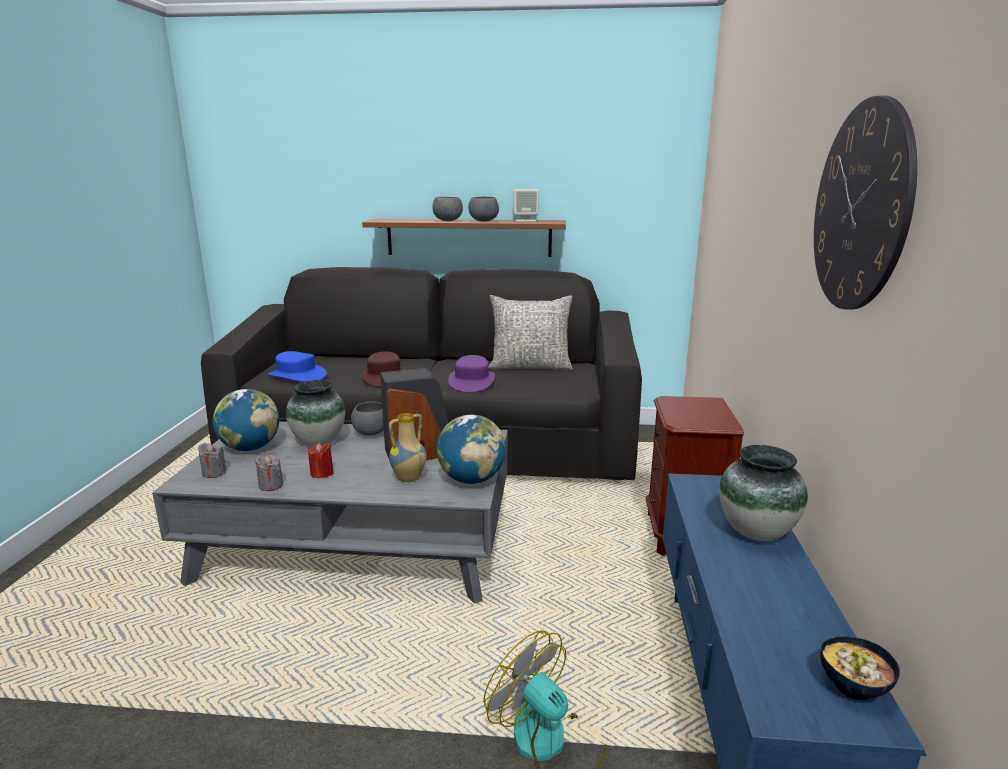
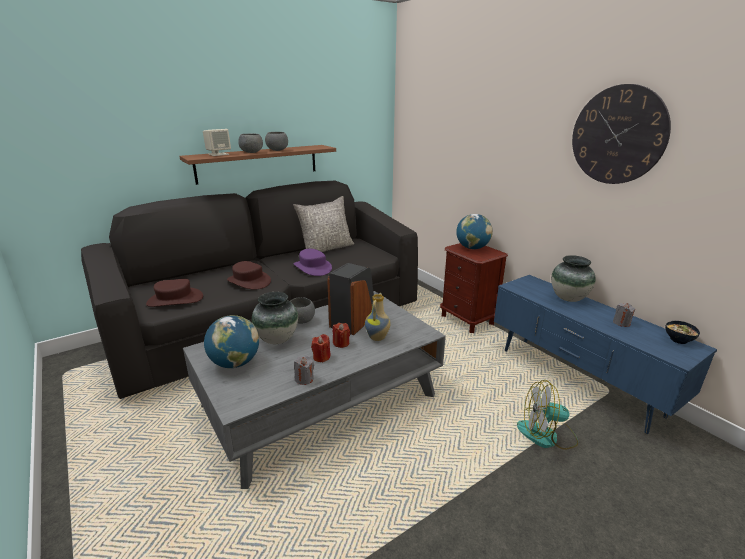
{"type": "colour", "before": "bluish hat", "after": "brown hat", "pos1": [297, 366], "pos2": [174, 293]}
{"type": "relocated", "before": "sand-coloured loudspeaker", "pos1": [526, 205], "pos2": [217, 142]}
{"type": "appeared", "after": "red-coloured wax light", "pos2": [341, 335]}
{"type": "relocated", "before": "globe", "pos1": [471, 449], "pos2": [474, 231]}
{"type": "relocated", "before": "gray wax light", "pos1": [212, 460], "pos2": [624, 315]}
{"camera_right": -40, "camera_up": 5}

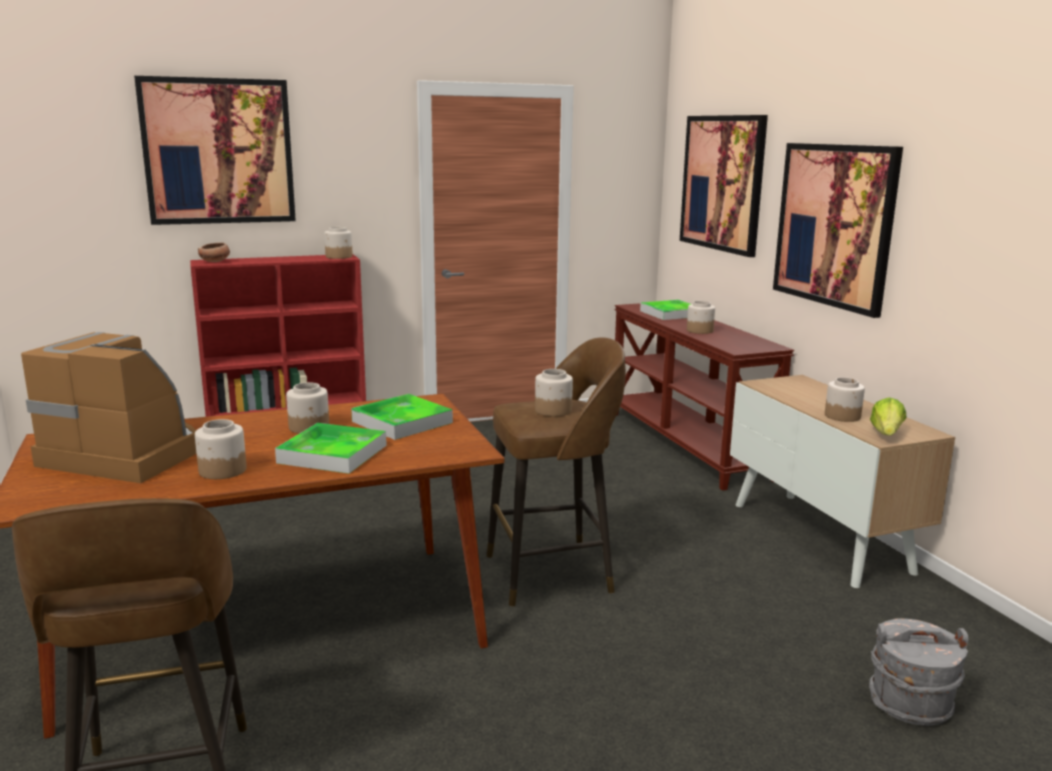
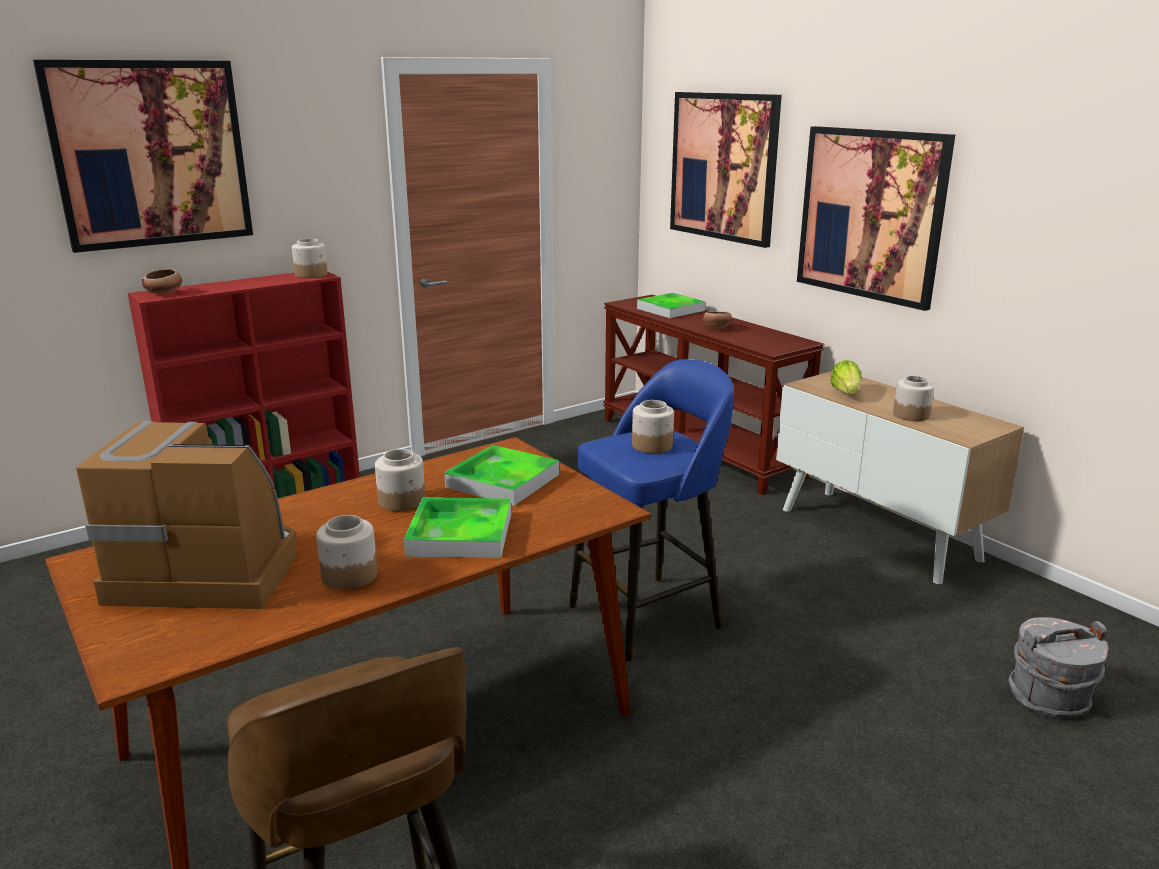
{"type": "colour", "before": "brown stool seat", "after": "bluish stool seat", "pos1": [556, 472], "pos2": [651, 510]}
{"type": "exchanged", "before": "jar", "after": "deep dish", "pos1": [701, 317], "pos2": [717, 320]}
{"type": "relocated", "before": "lettuce head", "pos1": [888, 416], "pos2": [845, 377]}
{"camera_right": -15, "camera_up": 5}

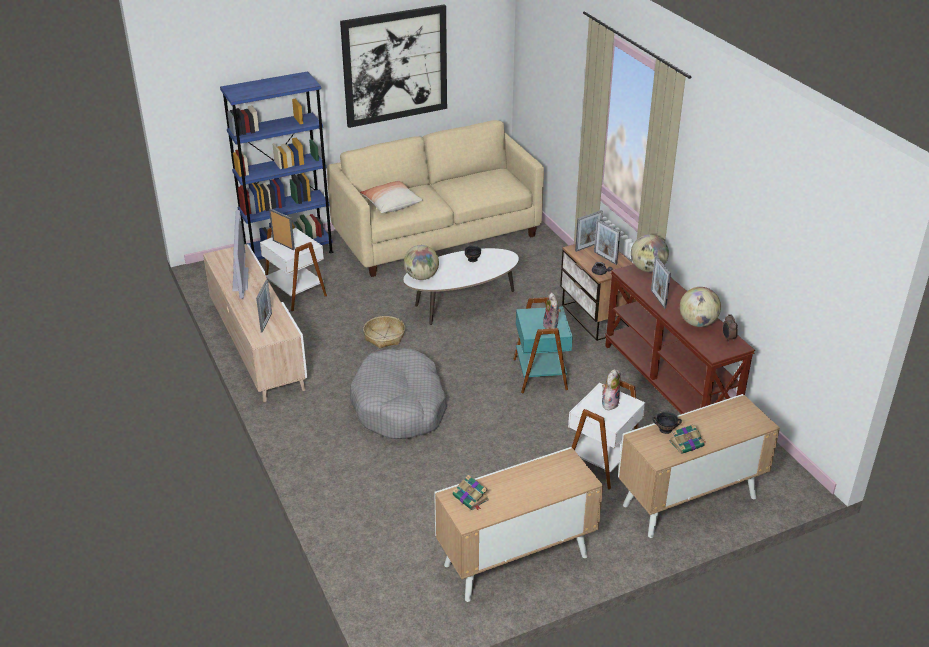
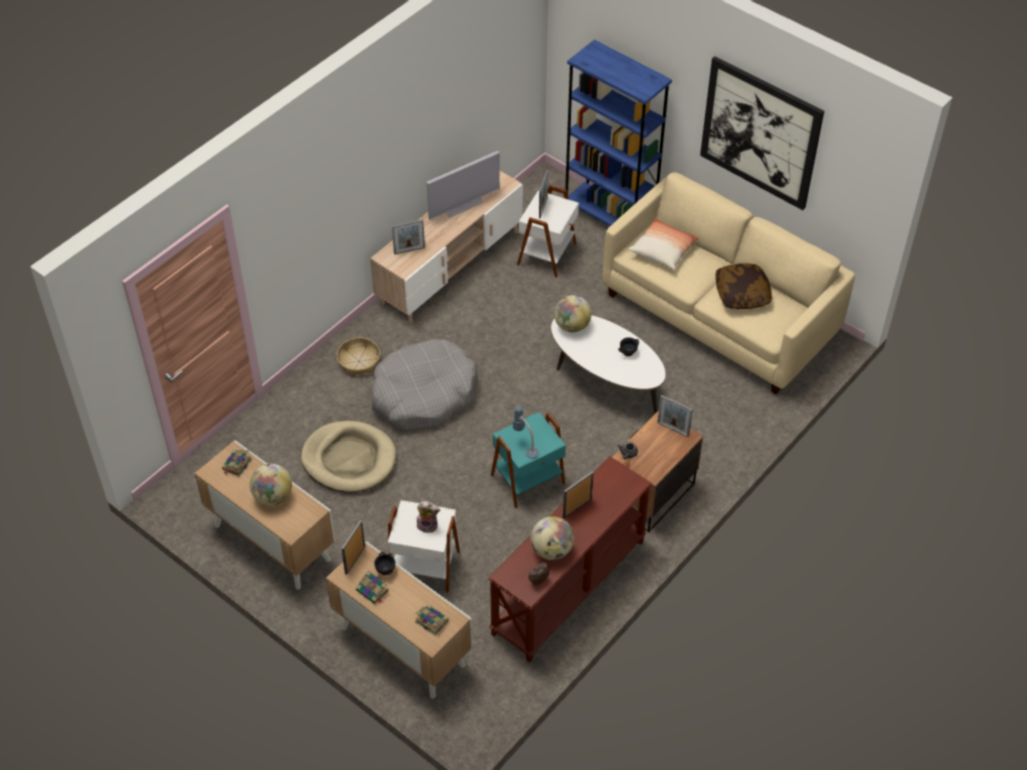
{"type": "relocated", "before": "globe", "pos1": [650, 253], "pos2": [271, 485]}
{"type": "appeared", "after": "sand-coloured dog bed", "pos2": [348, 457]}
{"type": "relocated", "before": "basket", "pos1": [384, 332], "pos2": [358, 357]}
{"type": "relocated", "before": "photo frame", "pos1": [607, 242], "pos2": [353, 547]}
{"type": "appeared", "after": "volume", "pos2": [432, 620]}
{"type": "exchanged", "before": "cuddly toy", "after": "table lamp", "pos1": [552, 311], "pos2": [526, 432]}
{"type": "appeared", "after": "pillow", "pos2": [743, 286]}
{"camera_right": 65, "camera_up": 15}

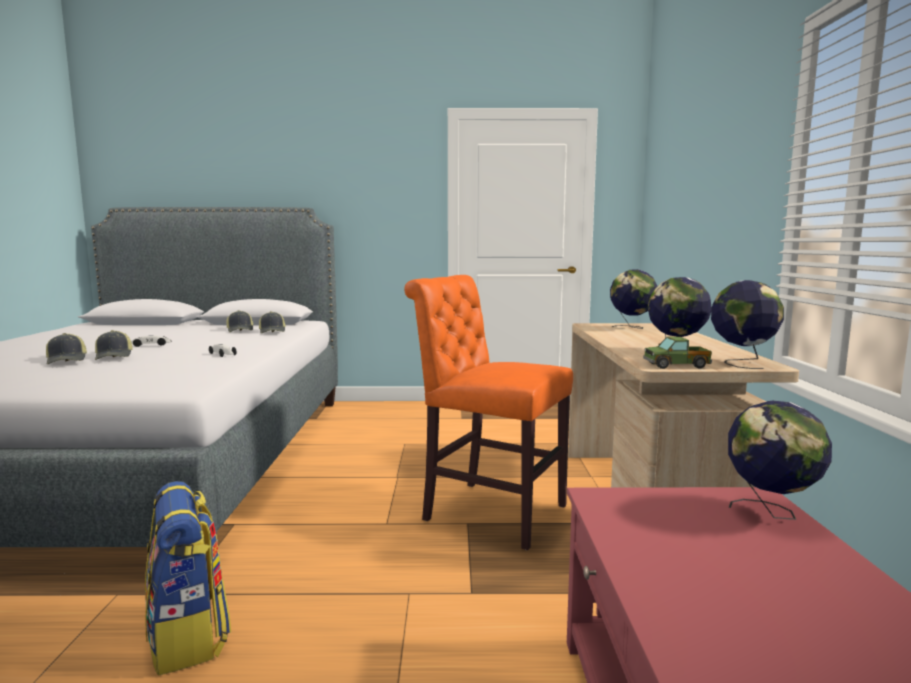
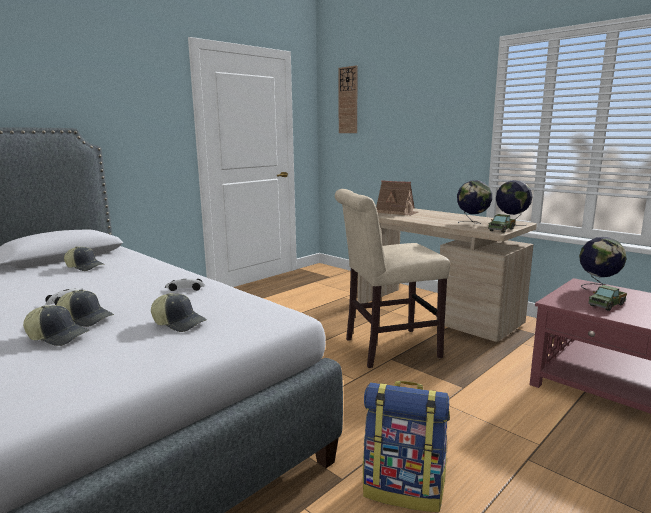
{"type": "relocated", "before": "peaked cap", "pos1": [272, 322], "pos2": [179, 312]}
{"type": "colour", "before": "orange-coloured plain chair", "after": "sand-coloured plain chair", "pos1": [488, 412], "pos2": [392, 278]}
{"type": "appeared", "after": "wall clock", "pos2": [348, 99]}
{"type": "exchanged", "before": "globe", "after": "toy house", "pos1": [633, 299], "pos2": [397, 198]}
{"type": "appeared", "after": "toy lorry", "pos2": [607, 298]}
{"camera_right": -45, "camera_up": 5}

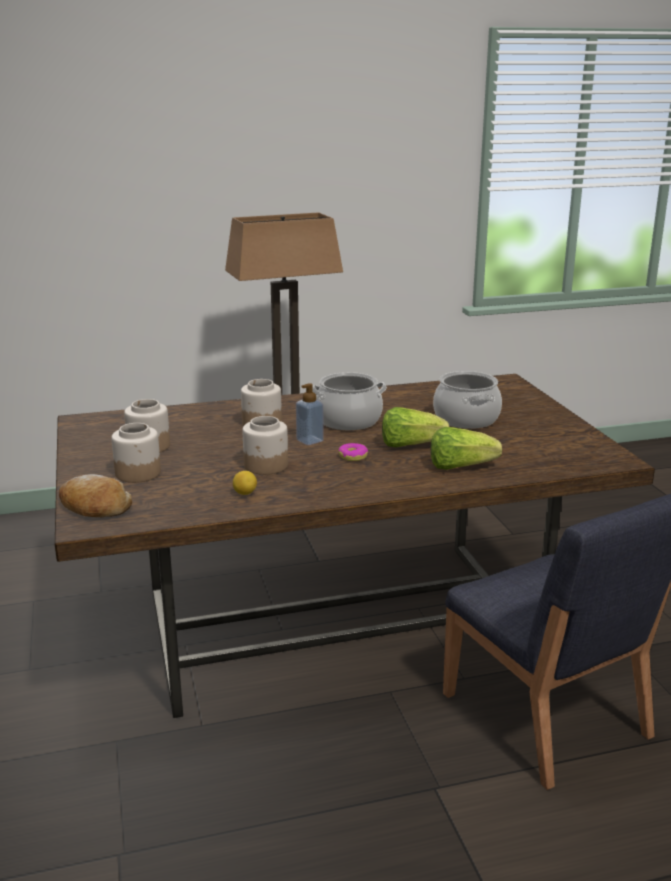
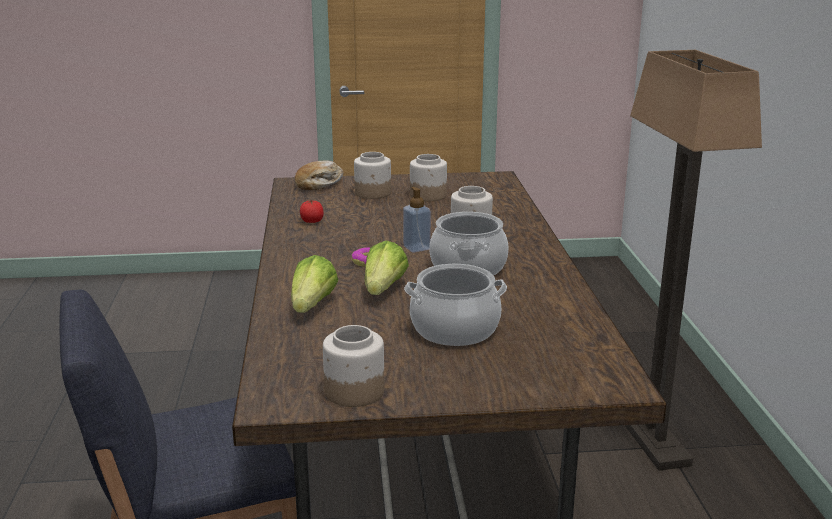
{"type": "exchanged", "before": "citrus fruit", "after": "fresh tomato", "pos1": [245, 483], "pos2": [312, 211]}
{"type": "relocated", "before": "jar", "pos1": [265, 445], "pos2": [353, 366]}
{"camera_right": 100, "camera_up": 0}

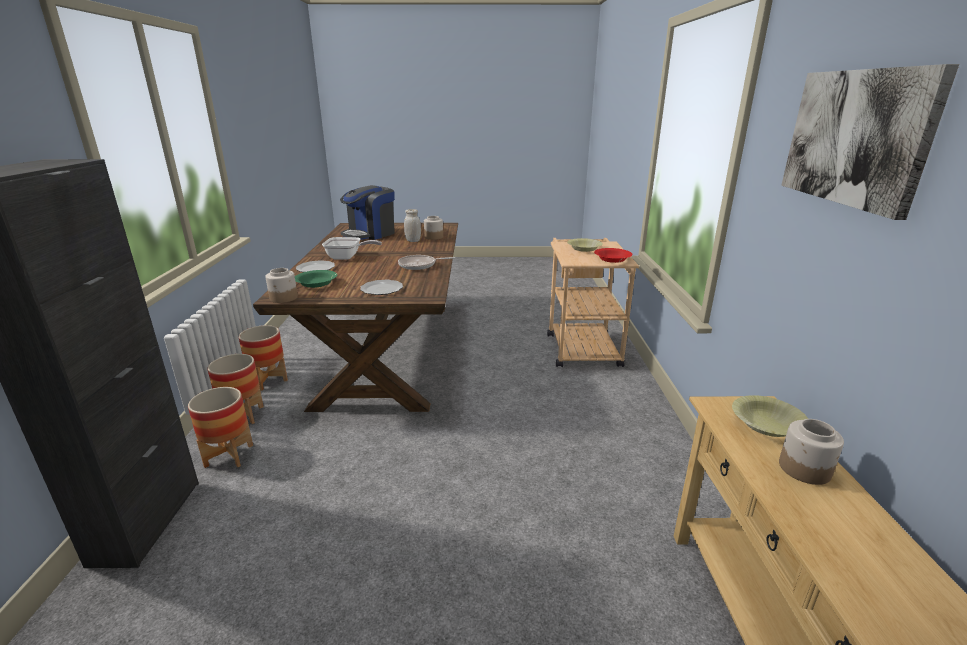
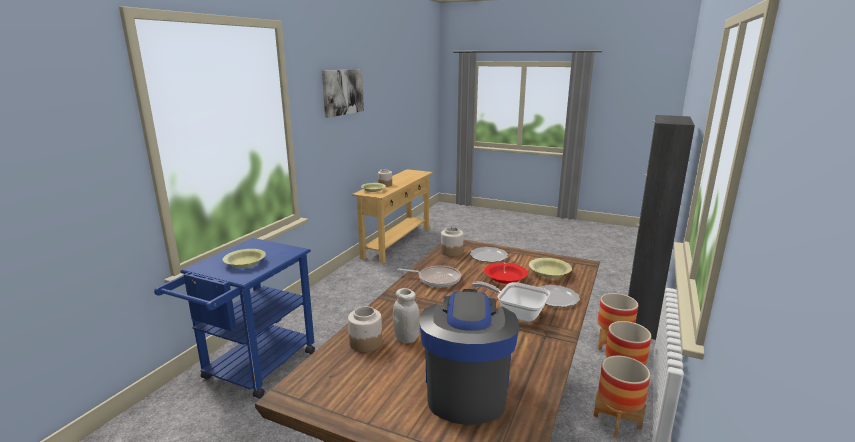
{"type": "colour", "before": "sand-coloured cart", "after": "bluish cart", "pos1": [593, 302], "pos2": [234, 318]}
{"type": "spun", "before": "coffee maker", "pos1": [367, 212], "pos2": [469, 357], "turn": -60}
{"type": "relocated", "before": "jar", "pos1": [281, 285], "pos2": [452, 242]}
{"type": "relocated", "before": "red-coloured deep dish", "pos1": [613, 255], "pos2": [506, 273]}
{"type": "colour", "before": "green deep dish", "after": "yellow-coloured deep dish", "pos1": [316, 279], "pos2": [550, 268]}
{"camera_right": -155, "camera_up": -5}

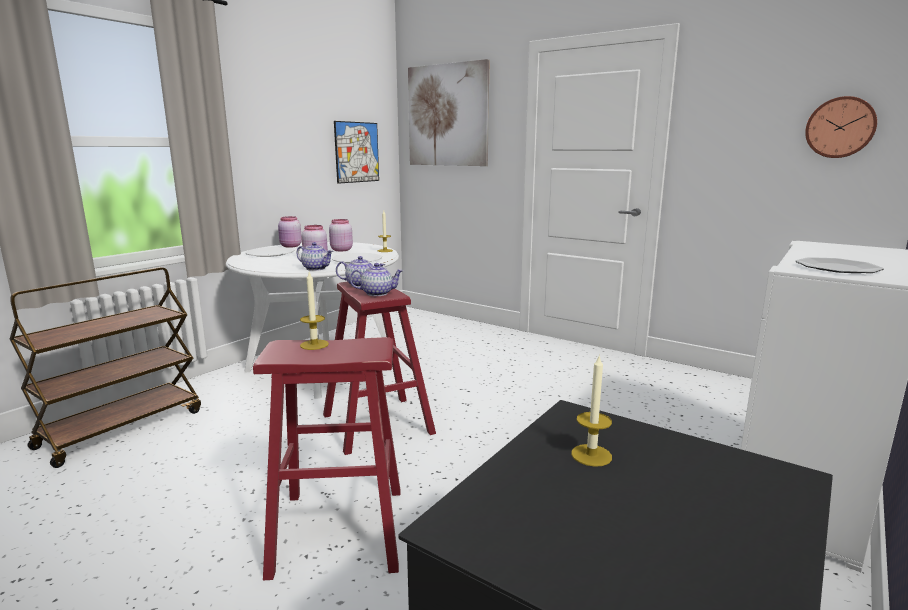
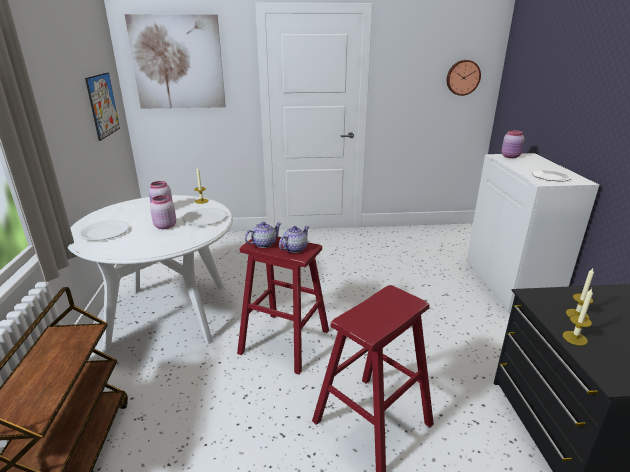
{"type": "relocated", "before": "pink jar", "pos1": [290, 232], "pos2": [513, 144]}
{"type": "relocated", "before": "wax light", "pos1": [314, 311], "pos2": [578, 317]}
{"type": "missing", "before": "teapot", "pos1": [314, 256]}
{"camera_right": -40, "camera_up": 10}

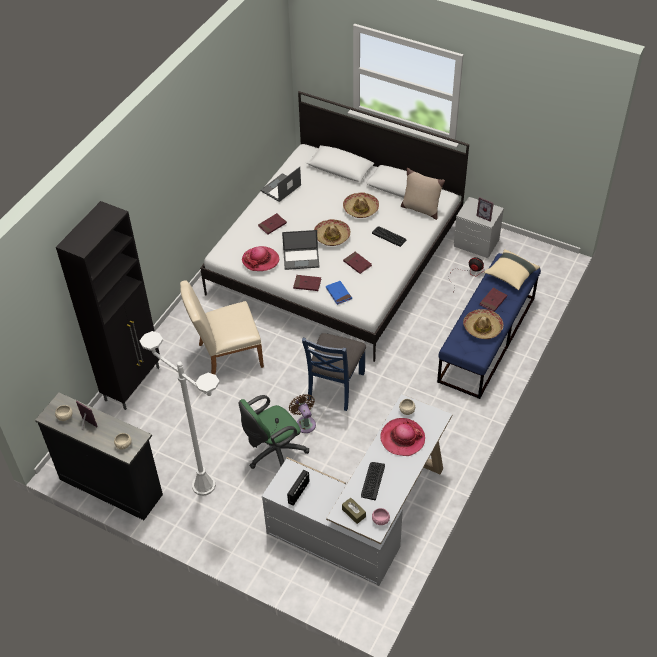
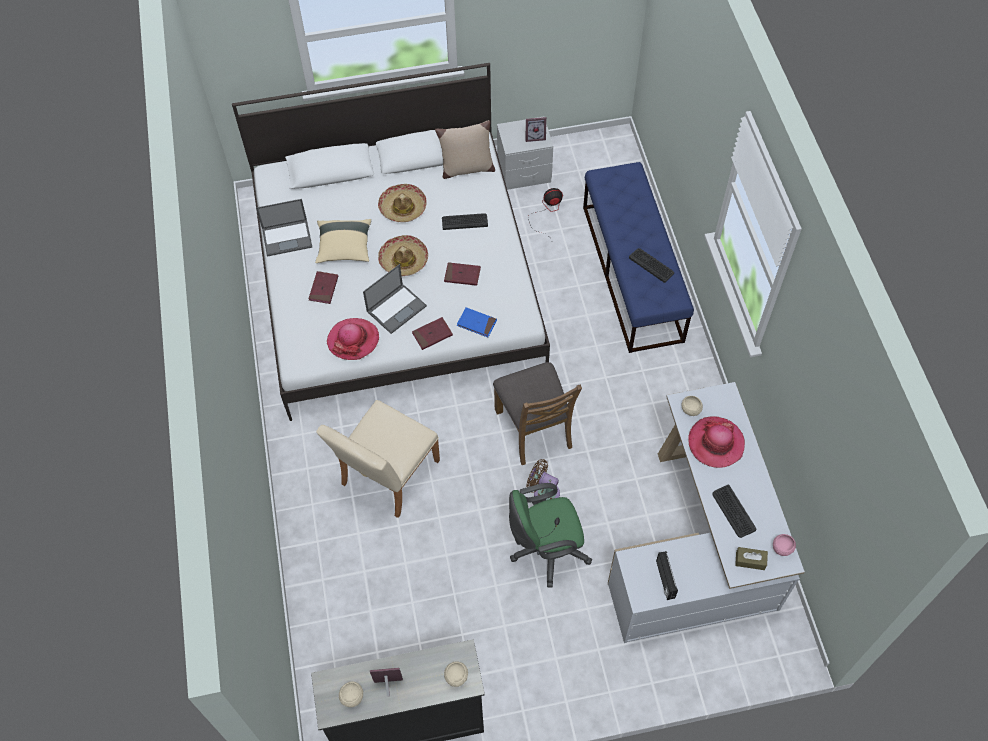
{"type": "spun", "before": "notebook computer", "pos1": [280, 184], "pos2": [284, 228], "turn": -105}
{"type": "relocated", "before": "sand-coloured pillow", "pos1": [512, 269], "pos2": [343, 241]}
{"type": "colour", "before": "bluish plain chair", "after": "brown plain chair", "pos1": [334, 372], "pos2": [537, 413]}
{"type": "spun", "before": "green desk chair", "pos1": [274, 432], "pos2": [550, 535], "turn": 60}
{"type": "exchanged", "before": "hat", "after": "keyboard", "pos1": [483, 324], "pos2": [651, 265]}
{"type": "missing", "before": "black-coloured cupboard", "pos1": [108, 305]}
{"type": "missing", "before": "white-coloured standing lamp", "pos1": [180, 413]}
{"type": "missing", "before": "red-coloured volume", "pos1": [493, 300]}
{"camera_right": -40, "camera_up": 10}

